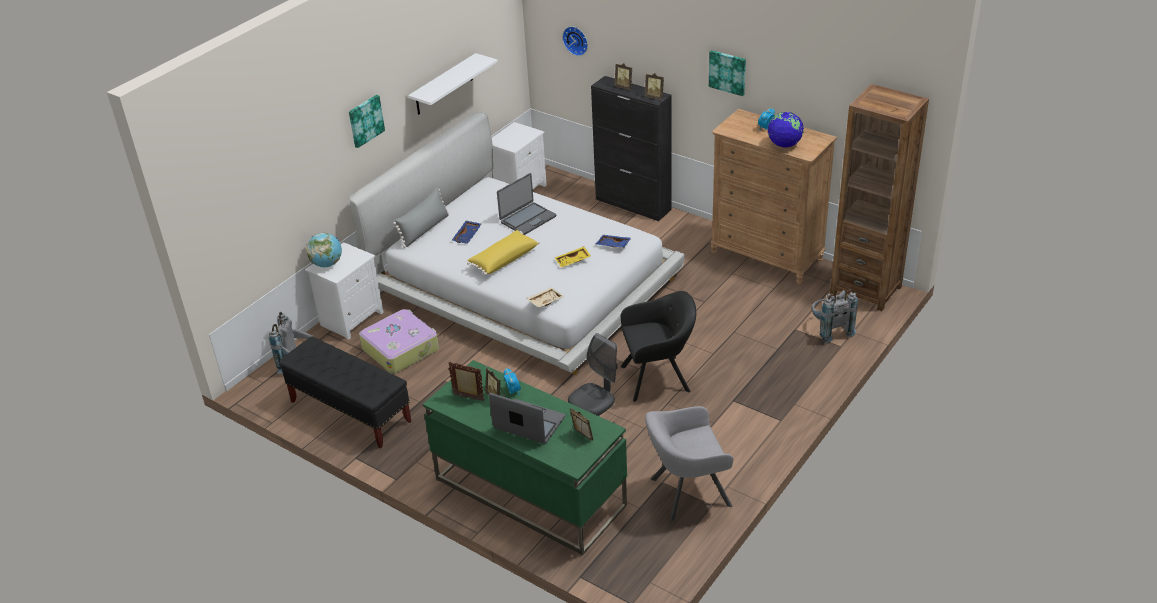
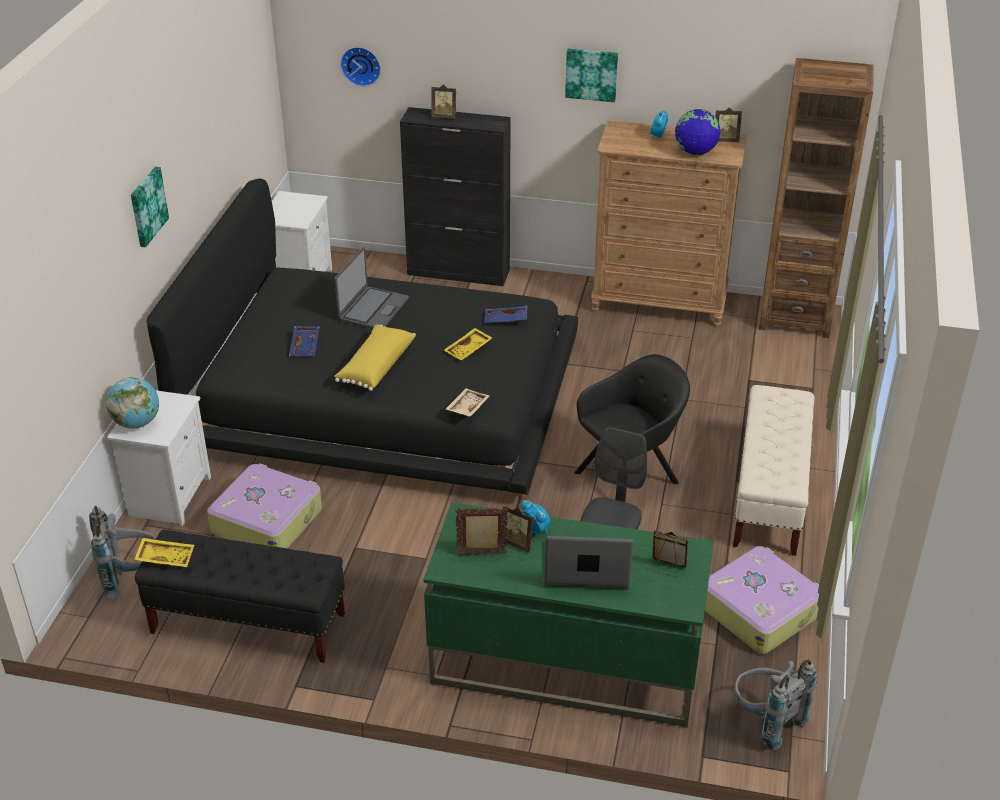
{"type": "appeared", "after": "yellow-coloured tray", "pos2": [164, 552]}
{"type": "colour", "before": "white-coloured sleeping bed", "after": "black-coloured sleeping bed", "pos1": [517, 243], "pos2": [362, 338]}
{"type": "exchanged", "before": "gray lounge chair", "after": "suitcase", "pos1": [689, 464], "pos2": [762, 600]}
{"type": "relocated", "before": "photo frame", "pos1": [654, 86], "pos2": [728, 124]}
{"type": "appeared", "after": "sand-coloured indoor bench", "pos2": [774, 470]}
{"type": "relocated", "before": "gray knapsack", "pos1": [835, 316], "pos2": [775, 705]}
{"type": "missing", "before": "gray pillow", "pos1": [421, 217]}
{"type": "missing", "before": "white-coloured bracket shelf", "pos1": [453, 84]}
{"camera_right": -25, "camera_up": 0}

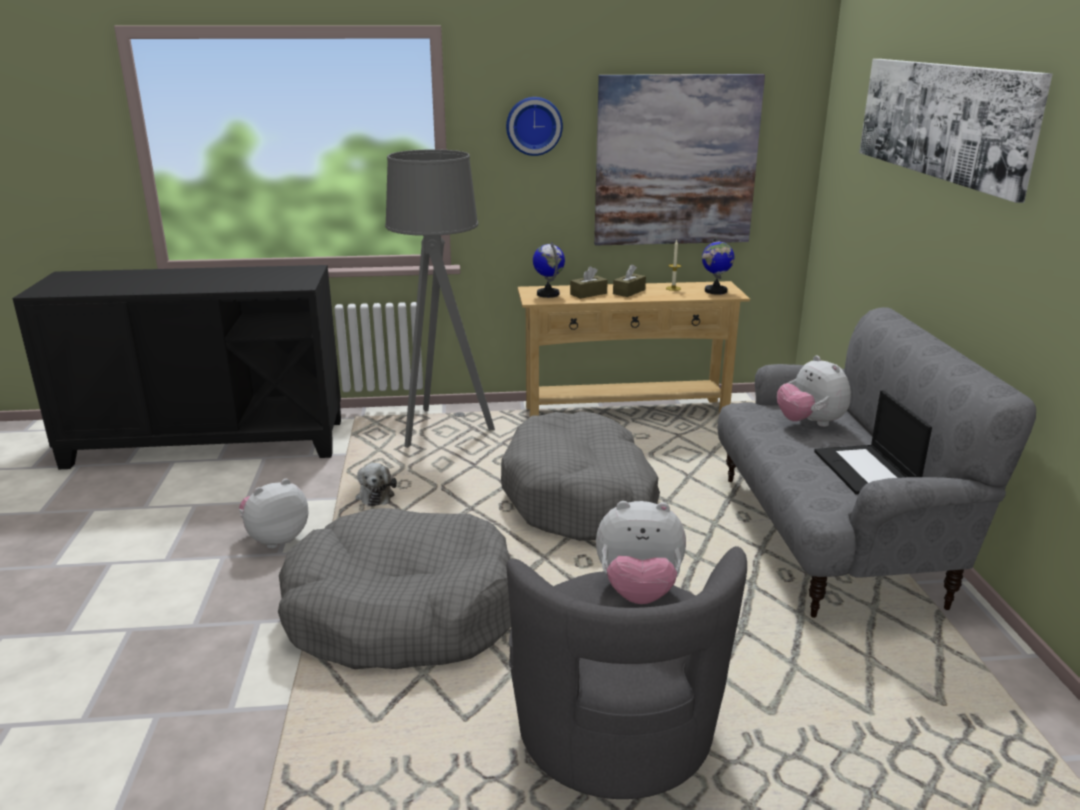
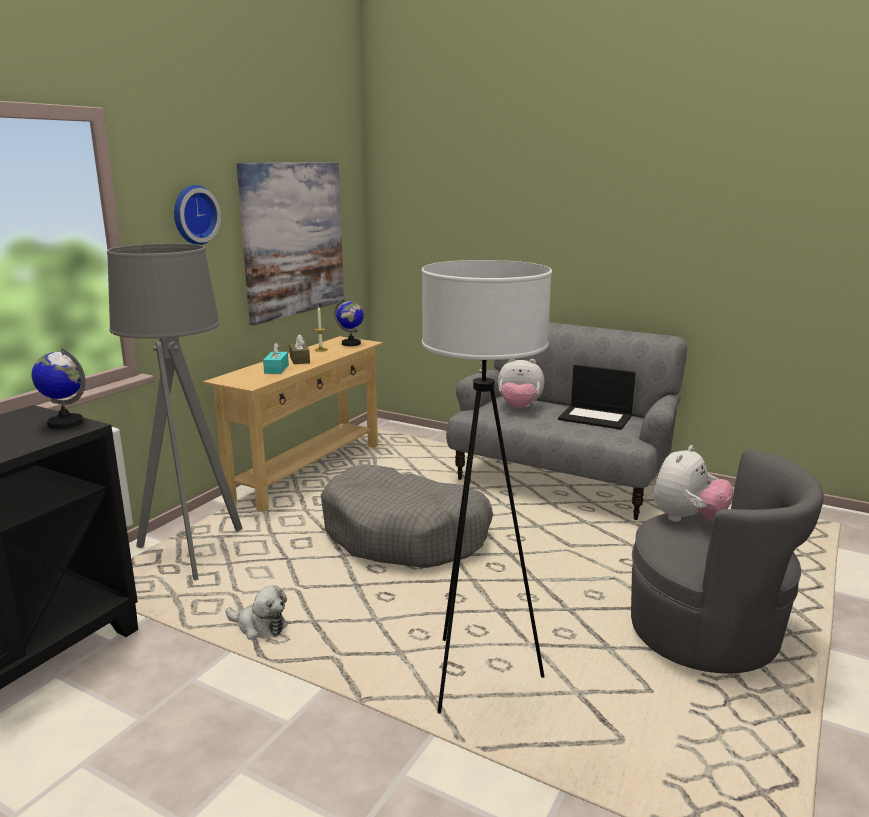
{"type": "relocated", "before": "globe", "pos1": [549, 270], "pos2": [58, 388]}
{"type": "colour", "before": "brown tissue holder", "after": "blue-green tissue holder", "pos1": [589, 282], "pos2": [276, 358]}
{"type": "exchanged", "before": "gray dog bed", "after": "white-coloured standing lamp", "pos1": [394, 588], "pos2": [486, 486]}
{"type": "missing", "before": "cuddly toy", "pos1": [273, 514]}
{"type": "missing", "before": "wall art", "pos1": [956, 131]}
{"camera_right": -55, "camera_up": -5}

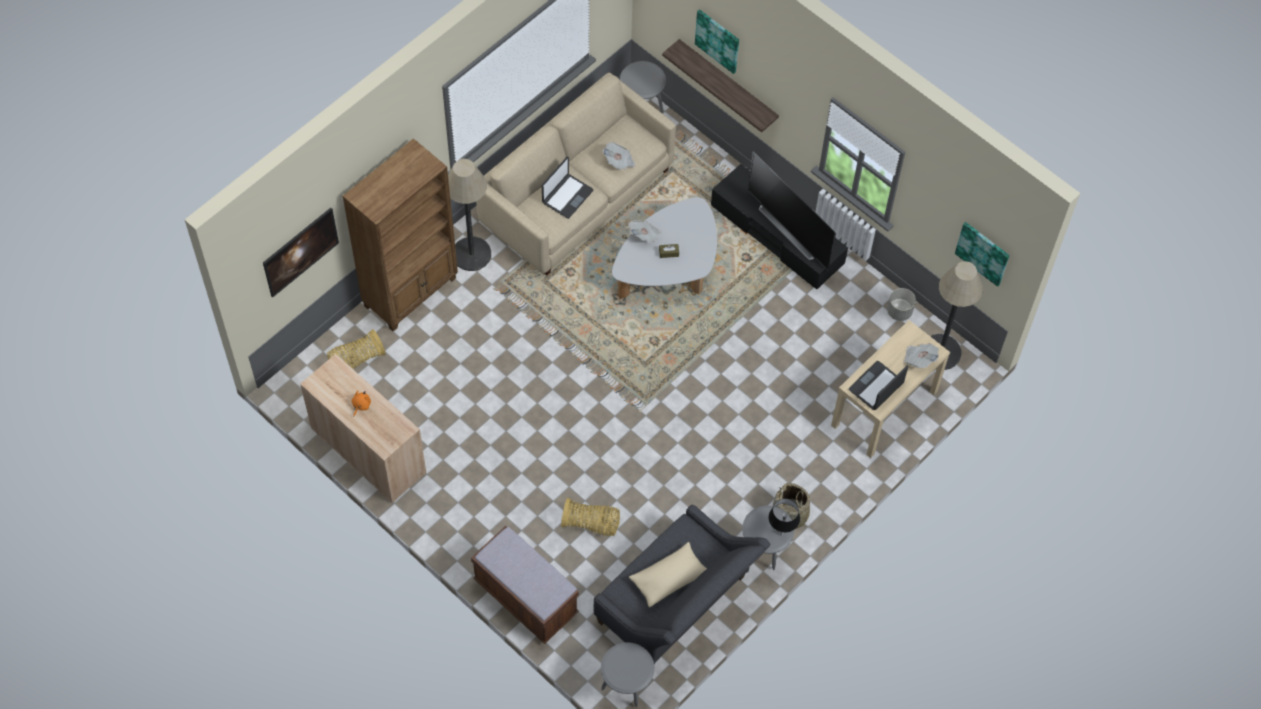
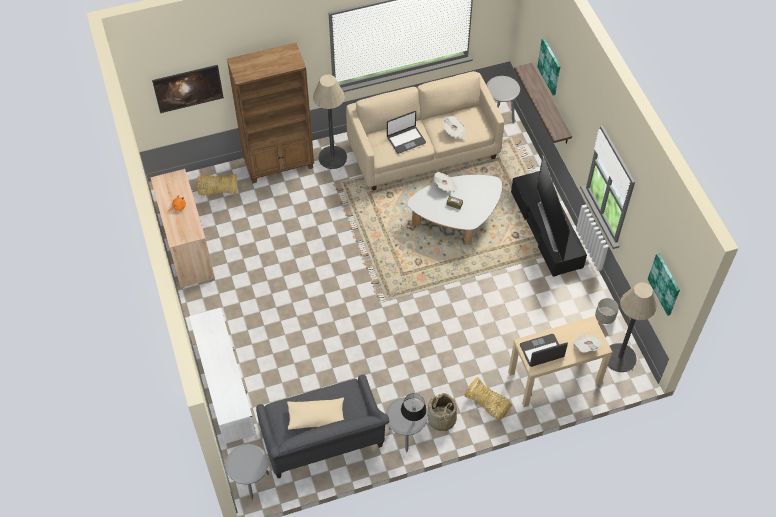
{"type": "exchanged", "before": "brown indoor bench", "after": "white-coloured media console", "pos1": [525, 585], "pos2": [223, 378]}
{"type": "relocated", "before": "basket", "pos1": [590, 517], "pos2": [488, 398]}
{"camera_right": 30, "camera_up": -5}

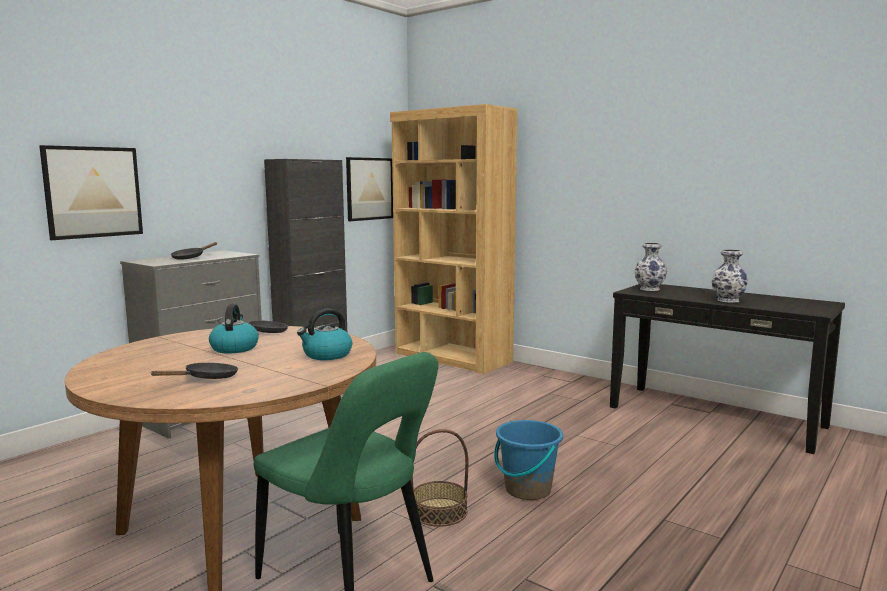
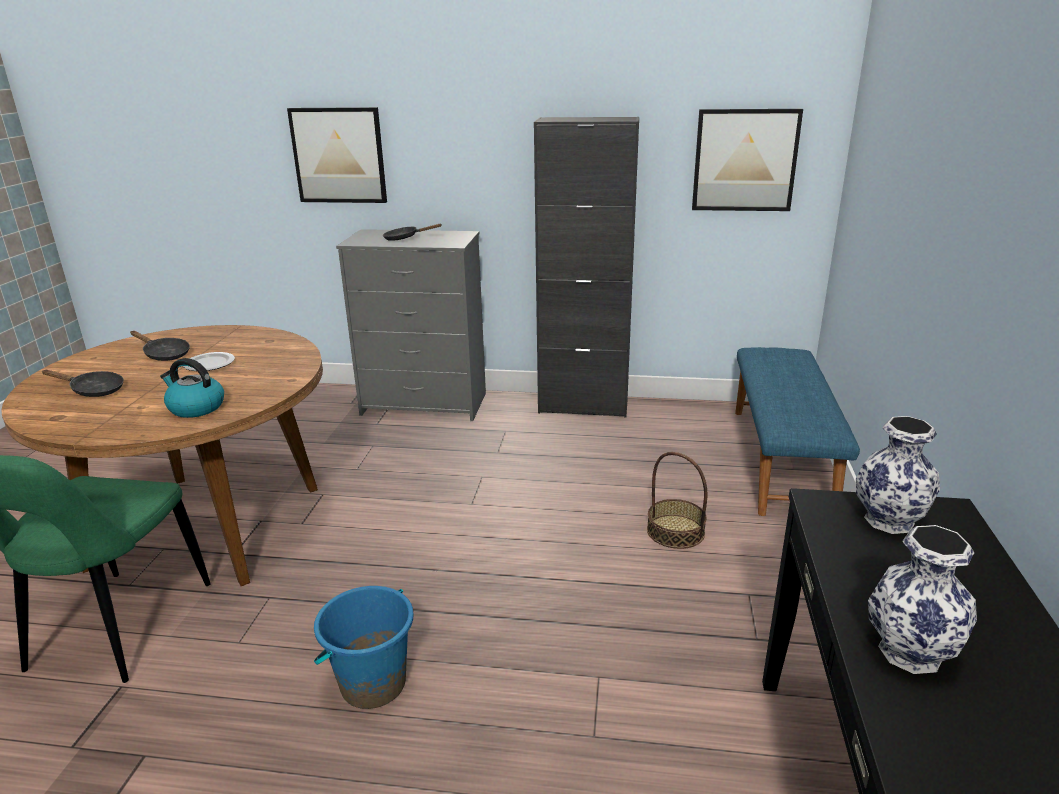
{"type": "relocated", "before": "black-coloured pan", "pos1": [253, 326], "pos2": [160, 346]}
{"type": "exchanged", "before": "kettle", "after": "flat dish", "pos1": [234, 328], "pos2": [209, 361]}
{"type": "relocated", "before": "basket", "pos1": [440, 478], "pos2": [677, 500]}
{"type": "exchanged", "before": "brown bookshelf", "after": "bluish indoor bench", "pos1": [454, 239], "pos2": [797, 431]}
{"camera_right": 60, "camera_up": 15}

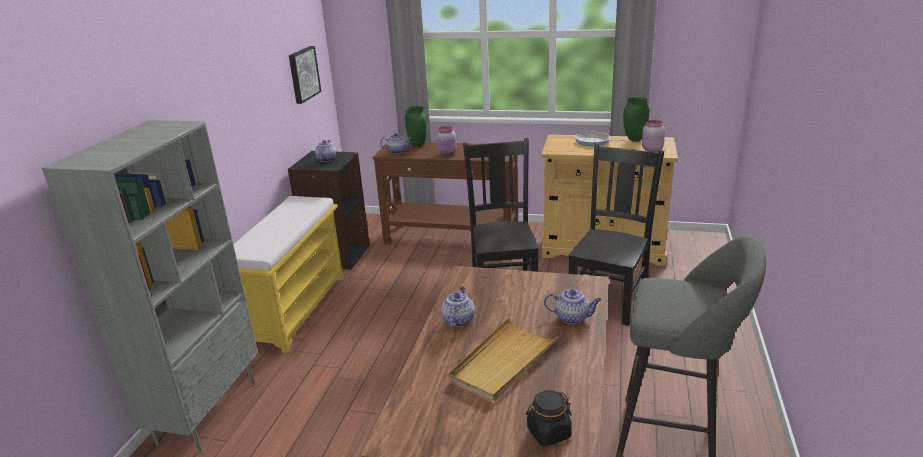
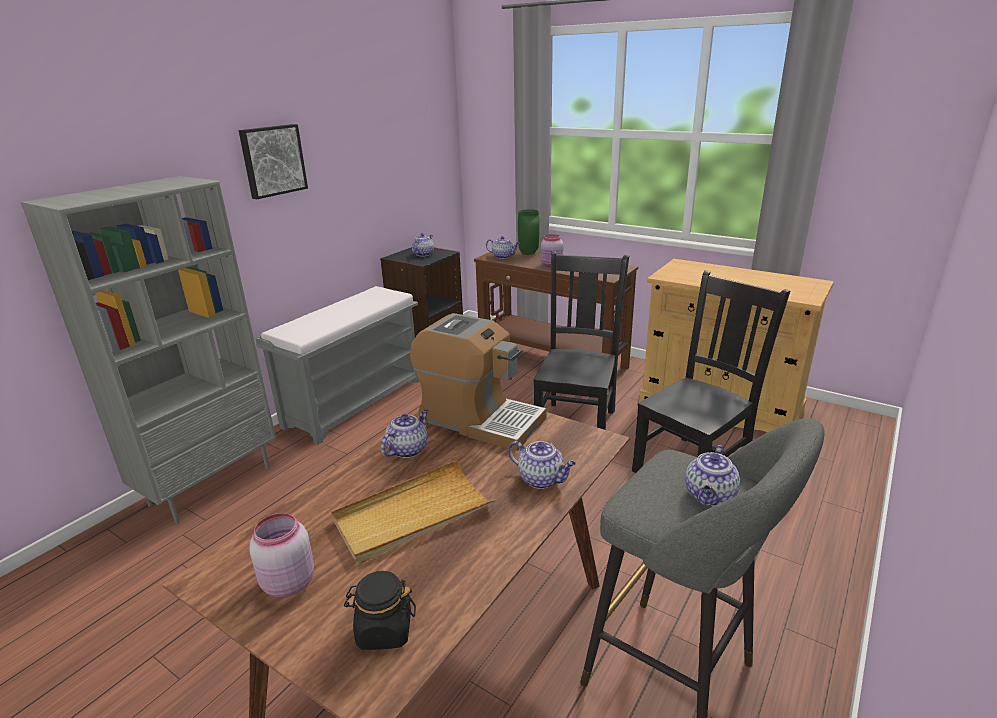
{"type": "relocated", "before": "wall art", "pos1": [305, 75], "pos2": [273, 161]}
{"type": "relocated", "before": "pink jar", "pos1": [653, 136], "pos2": [281, 555]}
{"type": "colour", "before": "yellow-coloured indoor bench", "after": "gray indoor bench", "pos1": [288, 274], "pos2": [337, 365]}
{"type": "appeared", "after": "coffee maker", "pos2": [478, 382]}
{"type": "appeared", "after": "teapot", "pos2": [712, 475]}
{"type": "missing", "before": "pan", "pos1": [600, 139]}
{"type": "missing", "before": "green flower vase", "pos1": [636, 119]}
{"camera_right": 20, "camera_up": 0}

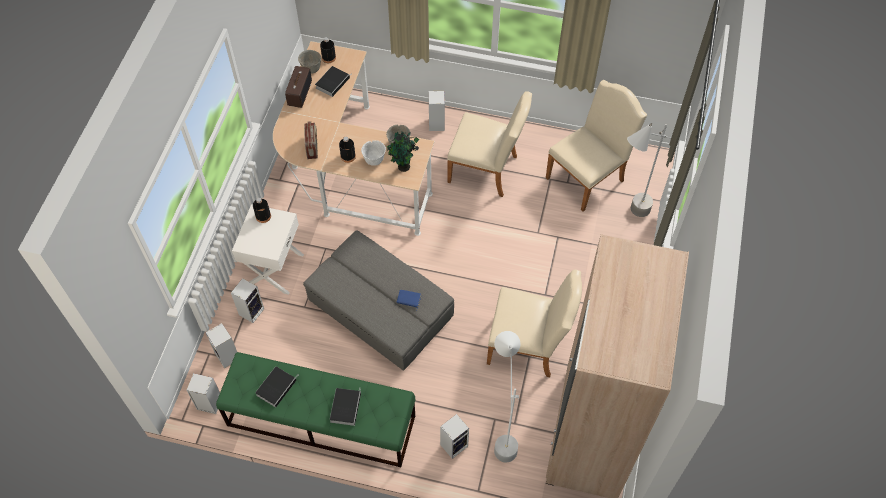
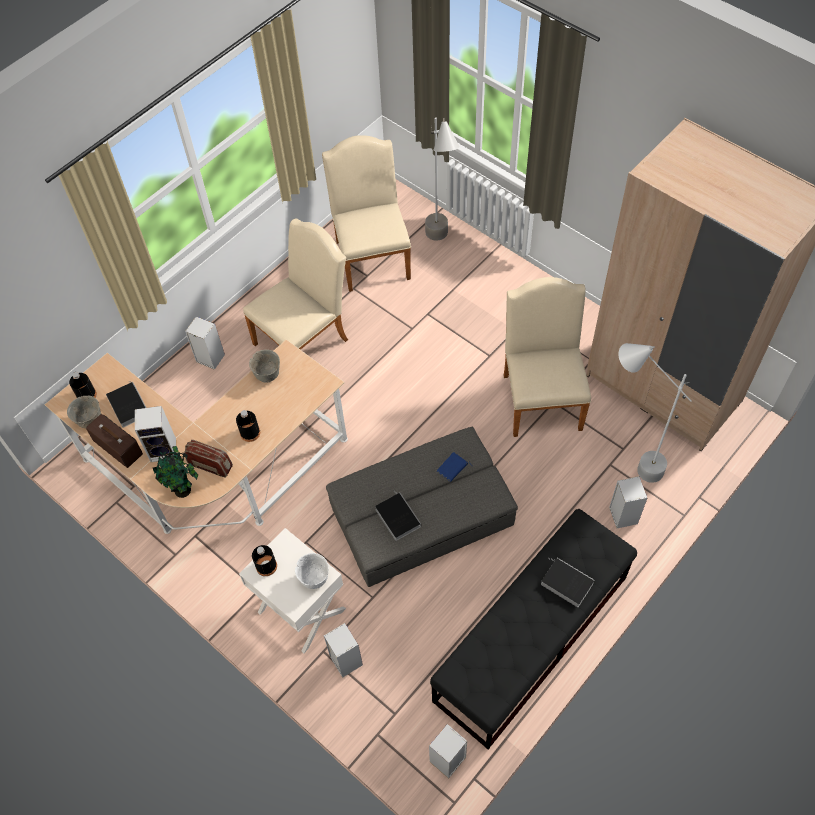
{"type": "relocated", "before": "loudspeaker", "pos1": [221, 345], "pos2": [155, 434]}
{"type": "relocated", "before": "potted plant", "pos1": [403, 151], "pos2": [175, 472]}
{"type": "relocated", "before": "white-coloured deep dish", "pos1": [373, 153], "pos2": [312, 571]}
{"type": "relocated", "before": "volume", "pos1": [276, 387], "pos2": [398, 516]}
{"type": "colour", "before": "green indoor bench", "after": "black-coloured indoor bench", "pos1": [315, 409], "pos2": [533, 629]}
{"type": "spun", "before": "sand-coloured plain chair", "pos1": [534, 323], "pos2": [547, 357], "turn": -45}
{"camera_right": -60, "camera_up": 0}

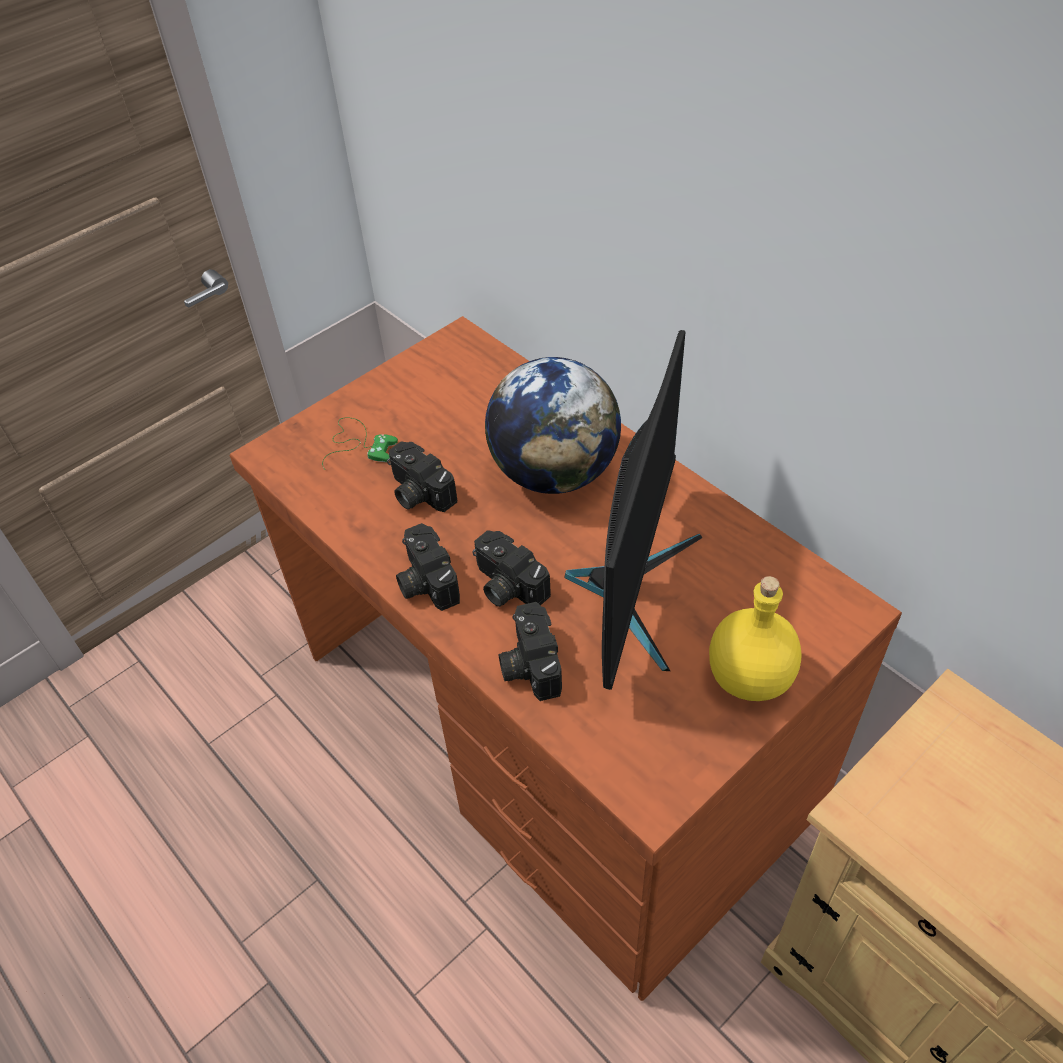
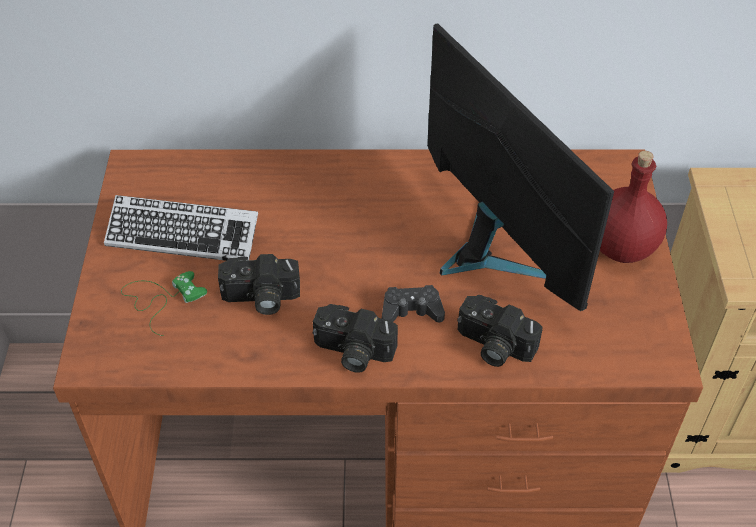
{"type": "appeared", "after": "keyboard", "pos2": [181, 228]}
{"type": "exchanged", "before": "still camera", "after": "black-coloured joypad", "pos1": [511, 568], "pos2": [413, 303]}
{"type": "colour", "before": "yellow-coloured beverage bottle", "after": "red-coloured beverage bottle", "pos1": [755, 638], "pos2": [633, 207]}
{"type": "missing", "before": "globe", "pos1": [553, 425]}
{"camera_right": -50, "camera_up": 0}

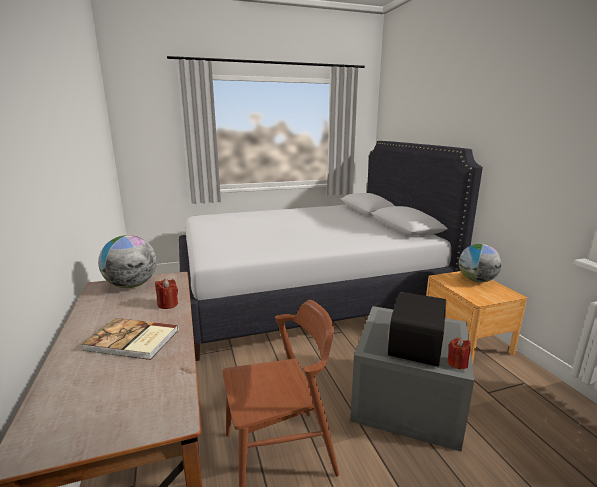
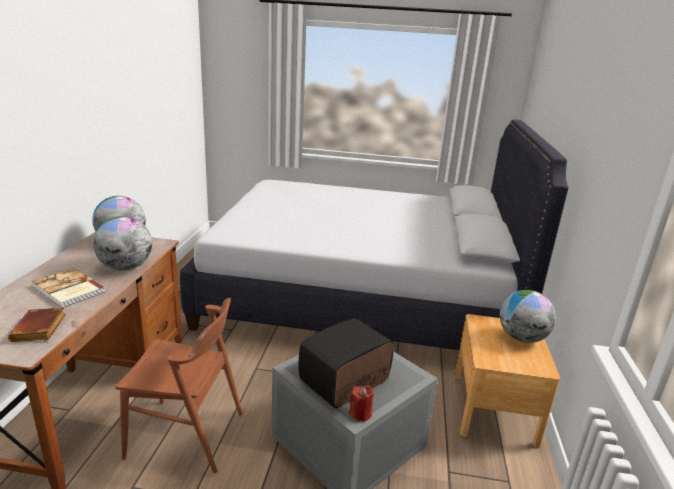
{"type": "appeared", "after": "brown volume", "pos2": [37, 324]}
{"type": "exchanged", "before": "red-coloured wax light", "after": "globe", "pos1": [166, 294], "pos2": [122, 243]}
{"camera_right": 25, "camera_up": 5}

